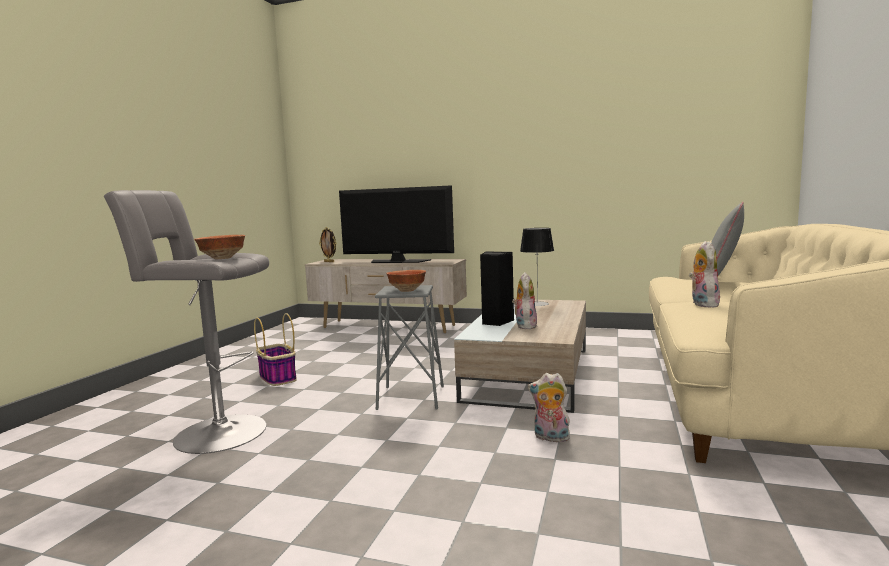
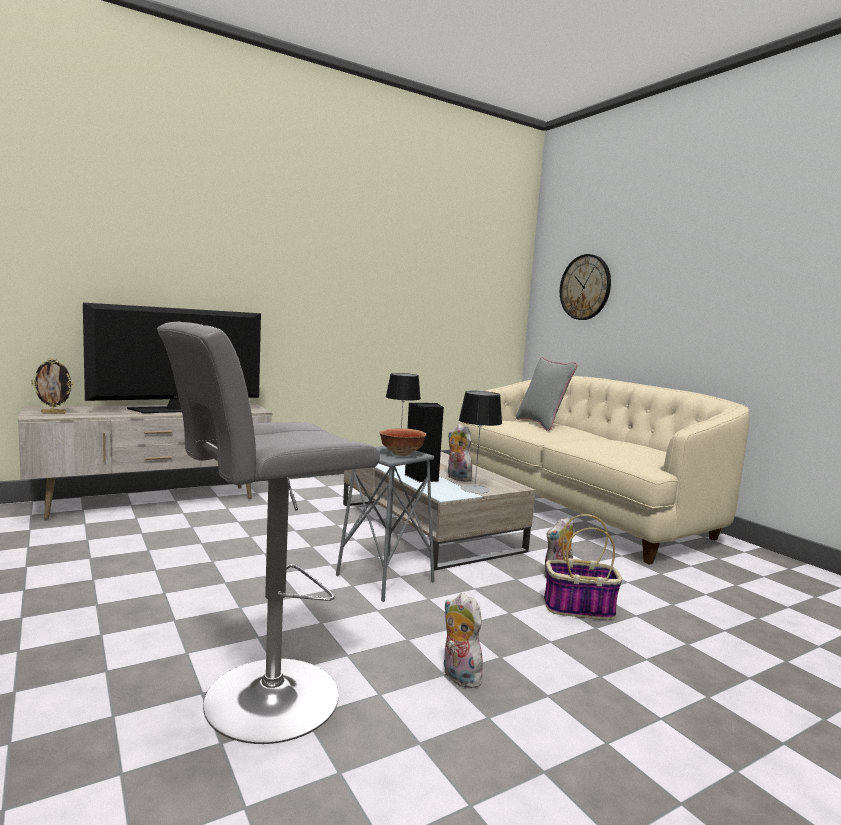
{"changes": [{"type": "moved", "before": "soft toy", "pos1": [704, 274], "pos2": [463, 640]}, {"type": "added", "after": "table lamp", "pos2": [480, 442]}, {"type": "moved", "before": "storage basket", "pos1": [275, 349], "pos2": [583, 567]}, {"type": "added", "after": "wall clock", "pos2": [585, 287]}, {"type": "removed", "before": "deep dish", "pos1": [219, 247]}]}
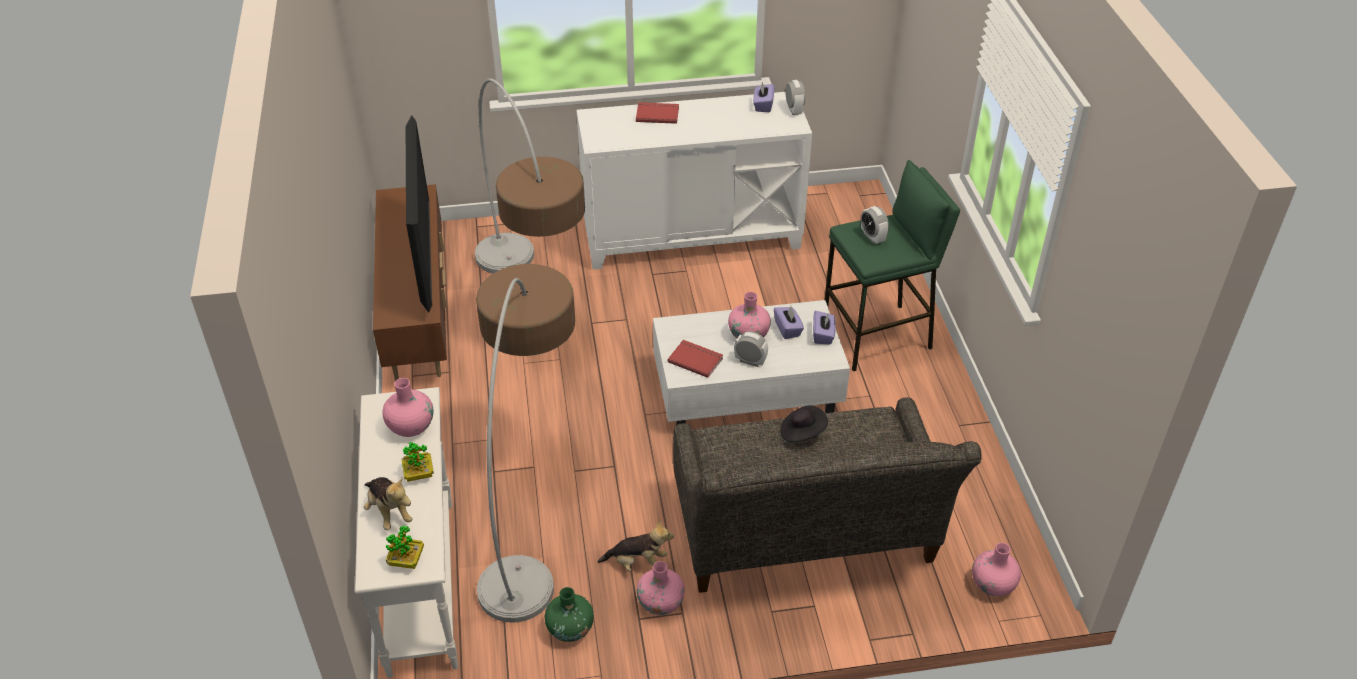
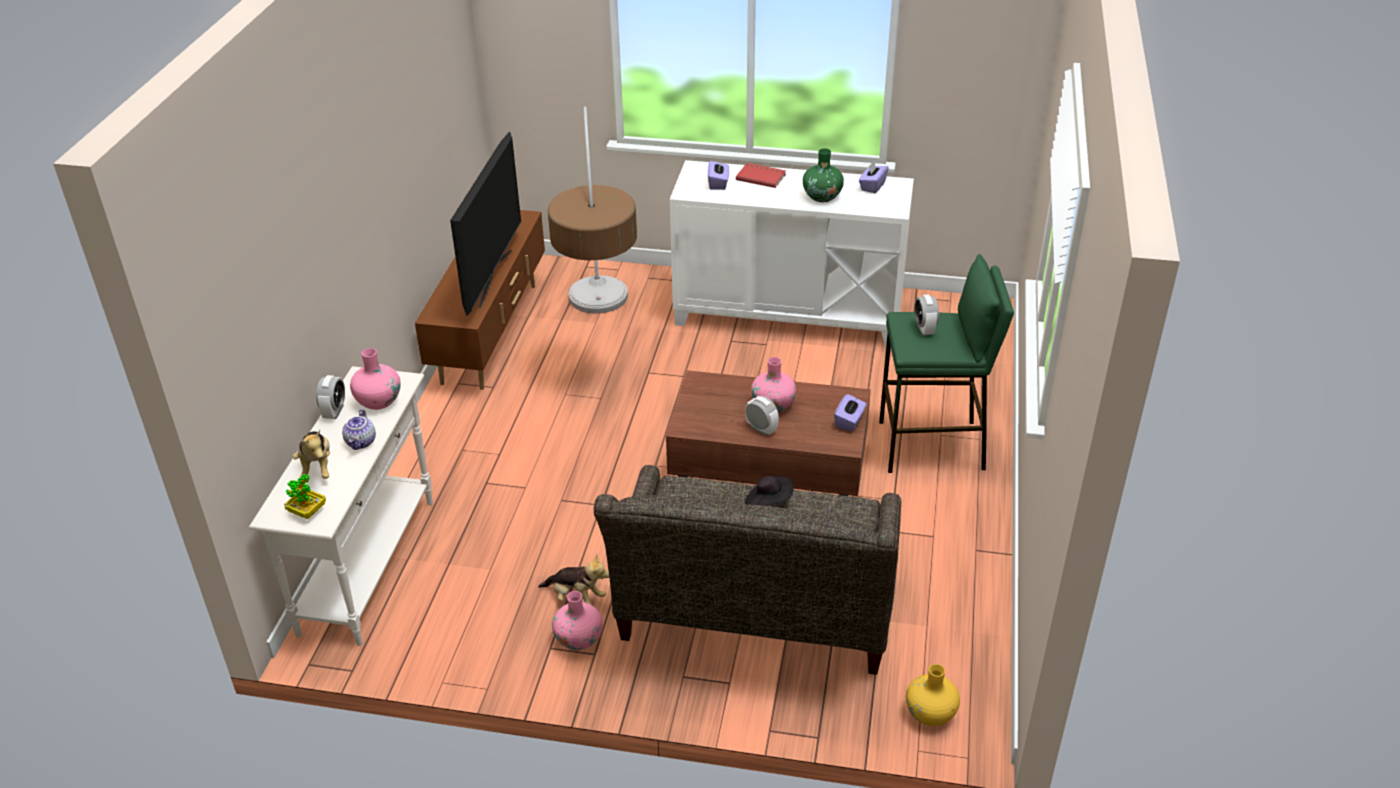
{"changes": [{"type": "moved", "before": "alarm clock", "pos1": [795, 97], "pos2": [330, 397]}, {"type": "replaced", "before": "houseplant", "after": "tea pot", "pos1": [417, 462], "pos2": [359, 429]}, {"type": "recoloured", "before": "white-coloured lounge table", "after": "brownish lounge table", "pos1": [751, 362], "pos2": [768, 433]}, {"type": "moved", "before": "purple tissue holder", "pos1": [789, 322], "pos2": [718, 175]}, {"type": "moved", "before": "green vase", "pos1": [569, 614], "pos2": [823, 175]}, {"type": "recoloured", "before": "pink-coloured vase", "after": "yellow-coloured vase", "pos1": [996, 569], "pos2": [933, 695]}, {"type": "removed", "before": "standard lamp", "pos1": [525, 443]}, {"type": "removed", "before": "red book", "pos1": [695, 359]}]}
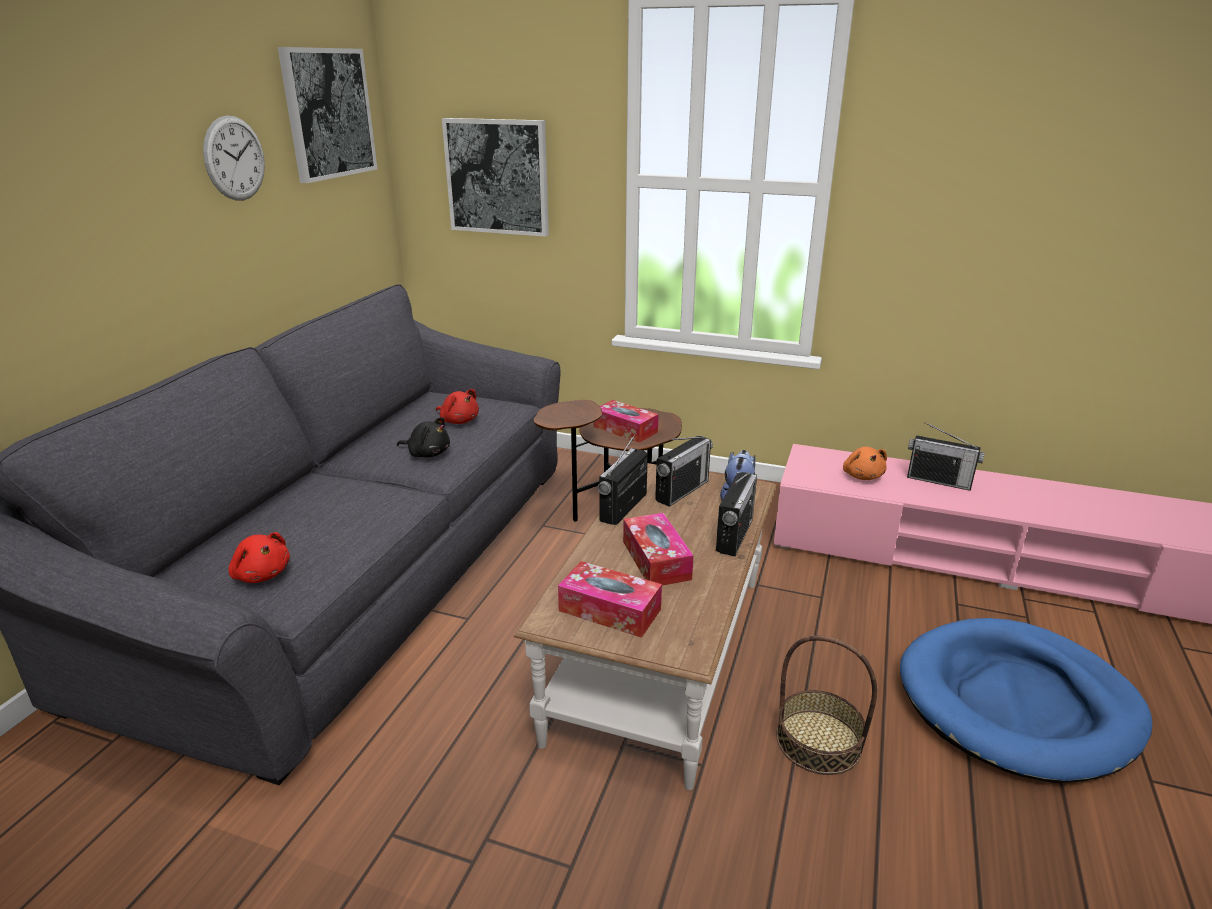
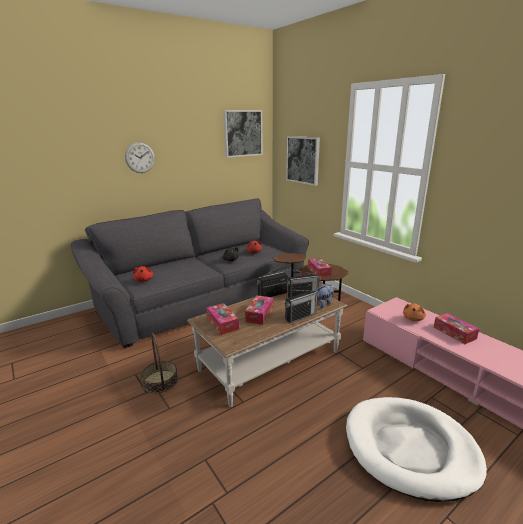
{"changes": [{"type": "moved", "before": "wall clock", "pos1": [234, 158], "pos2": [140, 157]}, {"type": "moved", "before": "storage basket", "pos1": [826, 705], "pos2": [159, 363]}, {"type": "recoloured", "before": "blue dog cushion", "after": "white-coloured dog cushion", "pos1": [1026, 700], "pos2": [416, 449]}, {"type": "replaced", "before": "radio", "after": "tissue holder", "pos1": [946, 456], "pos2": [456, 328]}]}
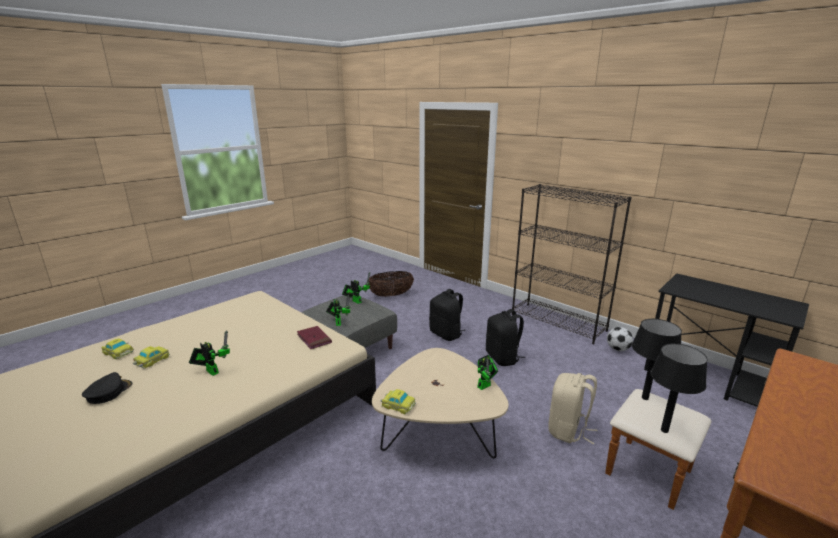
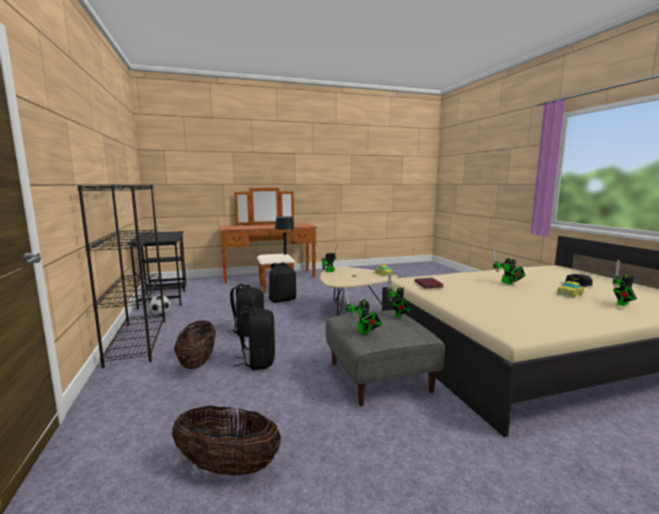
{"changes": [{"type": "added", "after": "storage basket", "pos2": [195, 345]}, {"type": "recoloured", "before": "sand-coloured rucksack", "after": "blackish rucksack", "pos1": [573, 409], "pos2": [282, 282]}, {"type": "replaced", "before": "model car", "after": "toy robot", "pos1": [118, 348], "pos2": [625, 283]}, {"type": "removed", "before": "blackish table lamp", "pos1": [657, 359]}]}
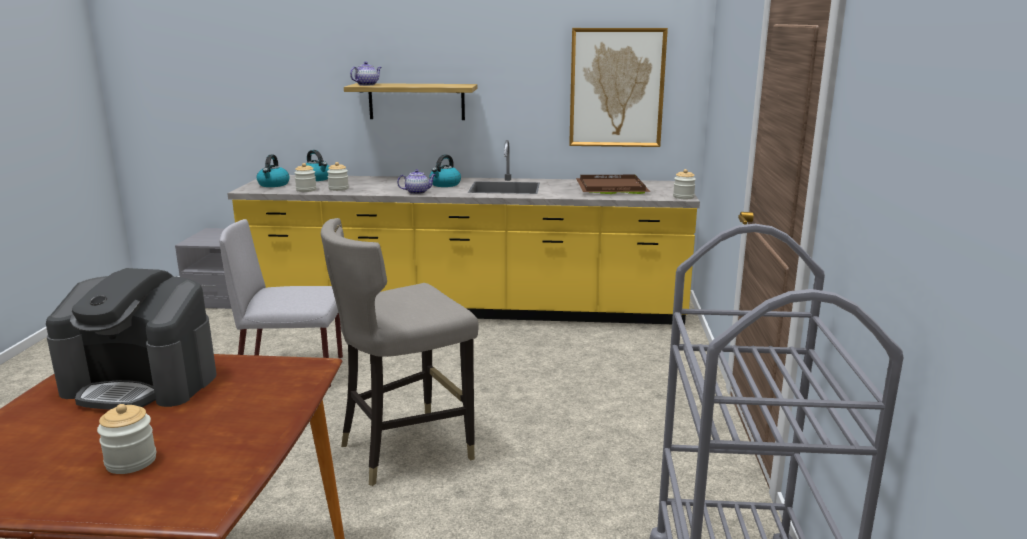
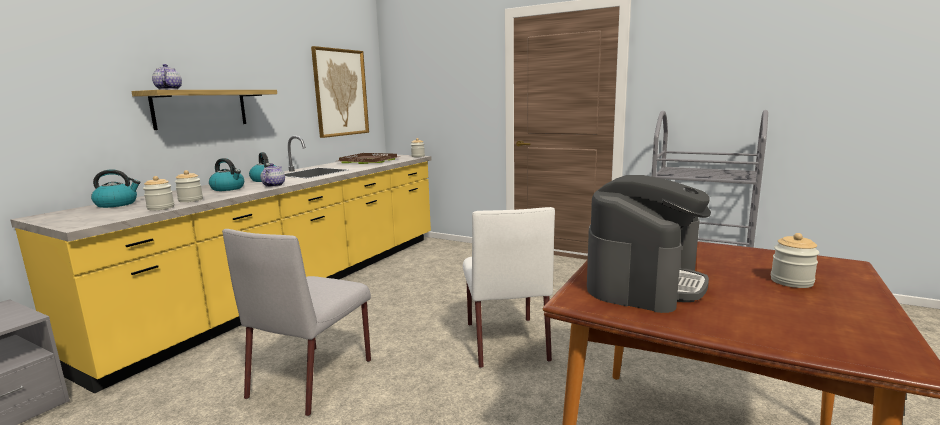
{"changes": [{"type": "moved", "before": "kettle", "pos1": [273, 171], "pos2": [226, 174]}, {"type": "replaced", "before": "greyish stool", "after": "white-coloured plain chair", "pos1": [400, 352], "pos2": [509, 287]}]}
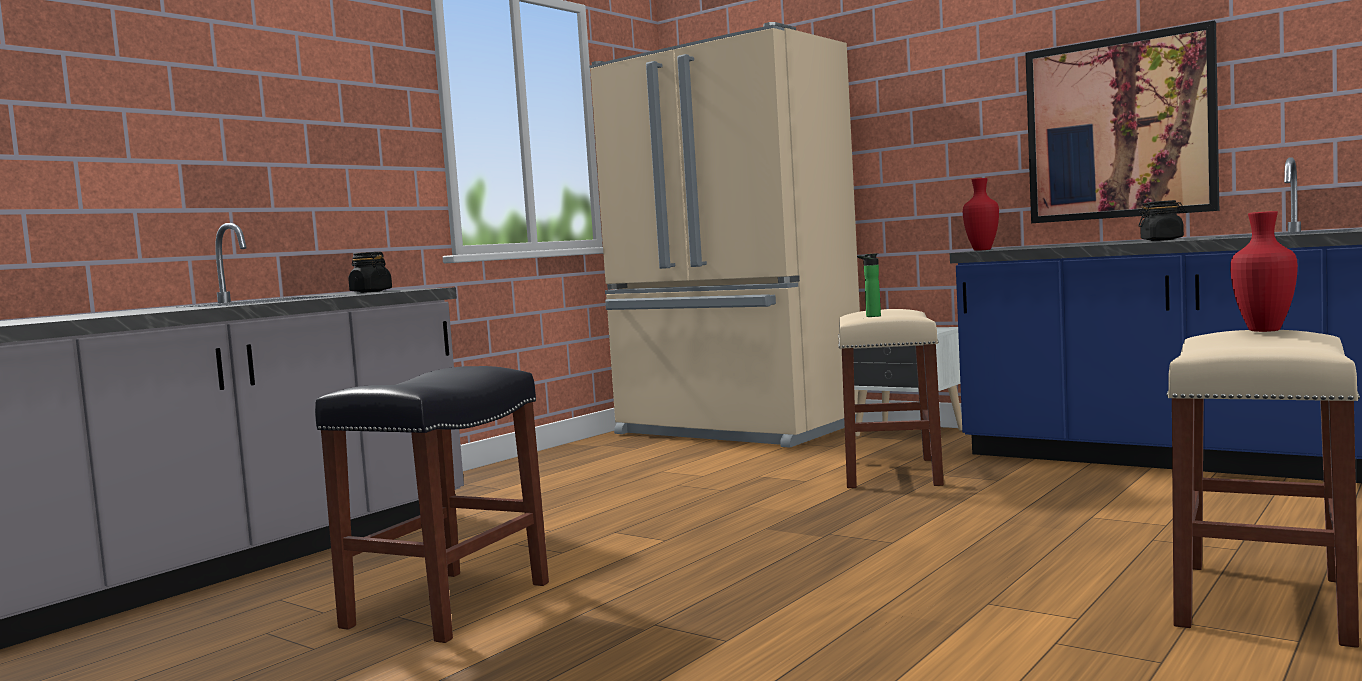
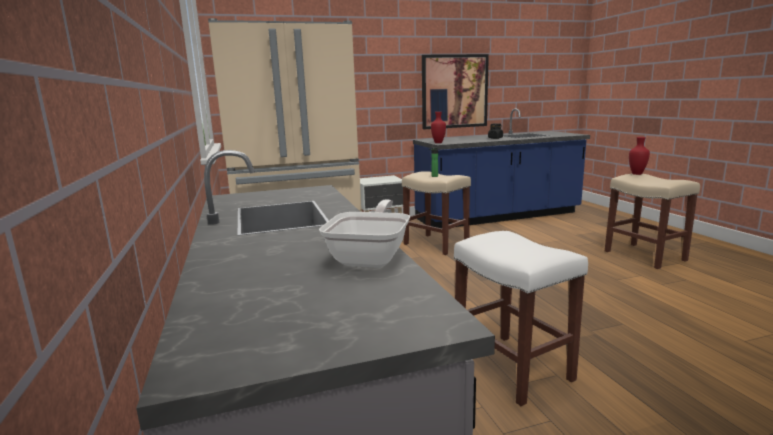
{"changes": [{"type": "added", "after": "frying pan", "pos2": [364, 233]}, {"type": "recoloured", "before": "blackish stool", "after": "white-coloured stool", "pos1": [432, 504], "pos2": [521, 318]}, {"type": "removed", "before": "blackish preserve jar", "pos1": [370, 272]}]}
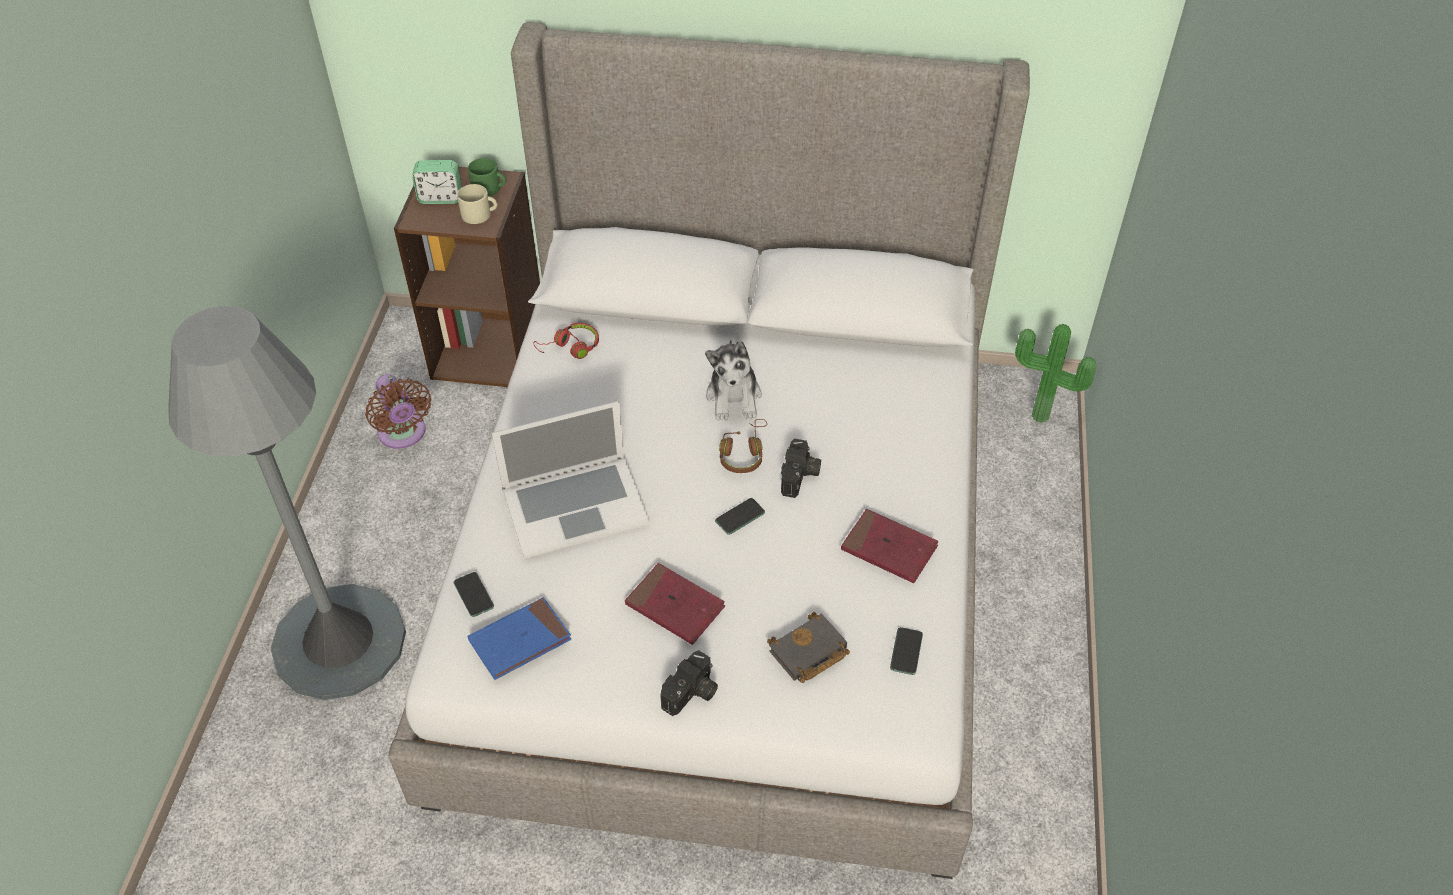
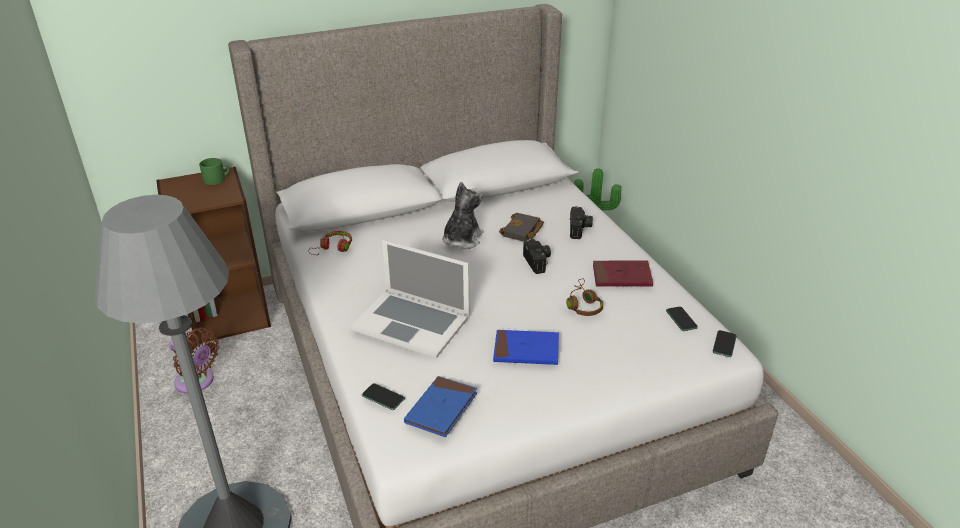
{"changes": [{"type": "turned", "before": "notebook computer", "pos1": [571, 480], "pos2": [409, 298], "turn": 75}, {"type": "turned", "before": "soft toy", "pos1": [733, 380], "pos2": [463, 215], "turn": -120}, {"type": "recoloured", "before": "red book", "after": "blue book", "pos1": [675, 604], "pos2": [526, 347]}, {"type": "moved", "before": "blackish book", "pos1": [808, 647], "pos2": [521, 227]}, {"type": "moved", "before": "brownish headphones", "pos1": [743, 446], "pos2": [584, 297]}, {"type": "moved", "before": "still camera", "pos1": [689, 683], "pos2": [581, 222]}, {"type": "moved", "before": "telephone", "pos1": [740, 516], "pos2": [724, 343]}, {"type": "removed", "before": "alarm clock", "pos1": [437, 182]}, {"type": "removed", "before": "sand-coloured coffee mug", "pos1": [477, 204]}]}
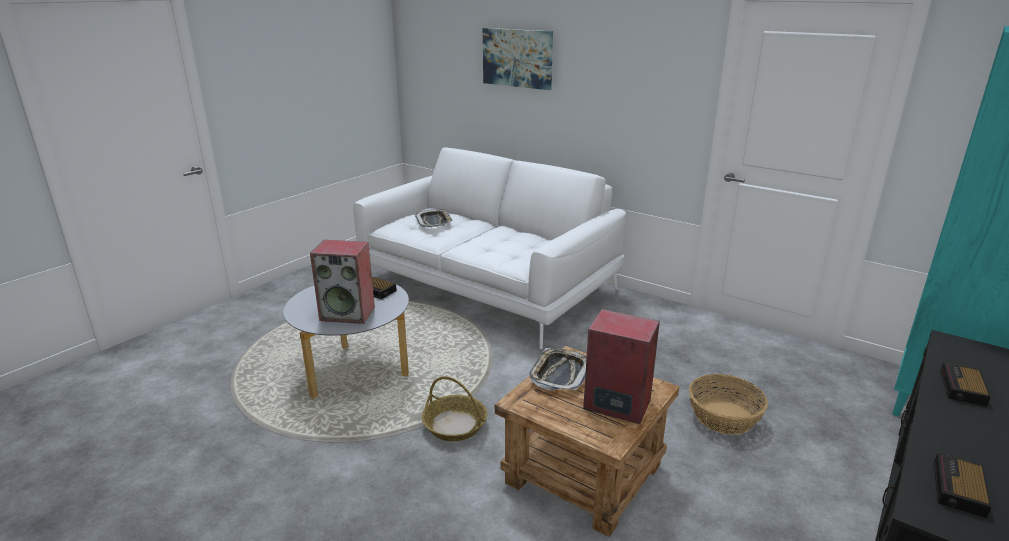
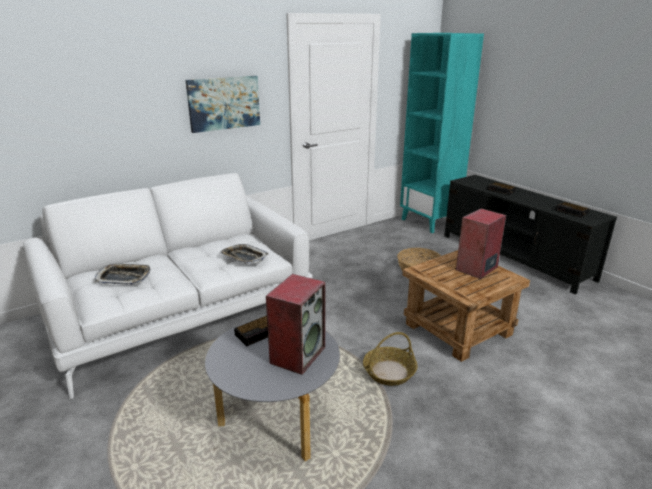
{"changes": [{"type": "moved", "before": "wall art", "pos1": [518, 59], "pos2": [222, 104]}, {"type": "moved", "before": "serving tray", "pos1": [558, 369], "pos2": [244, 254]}]}
